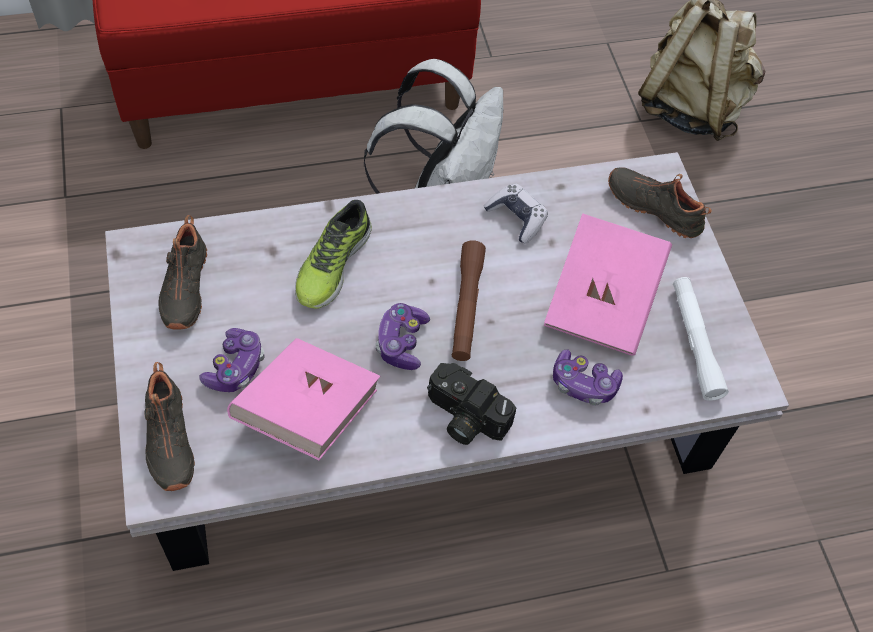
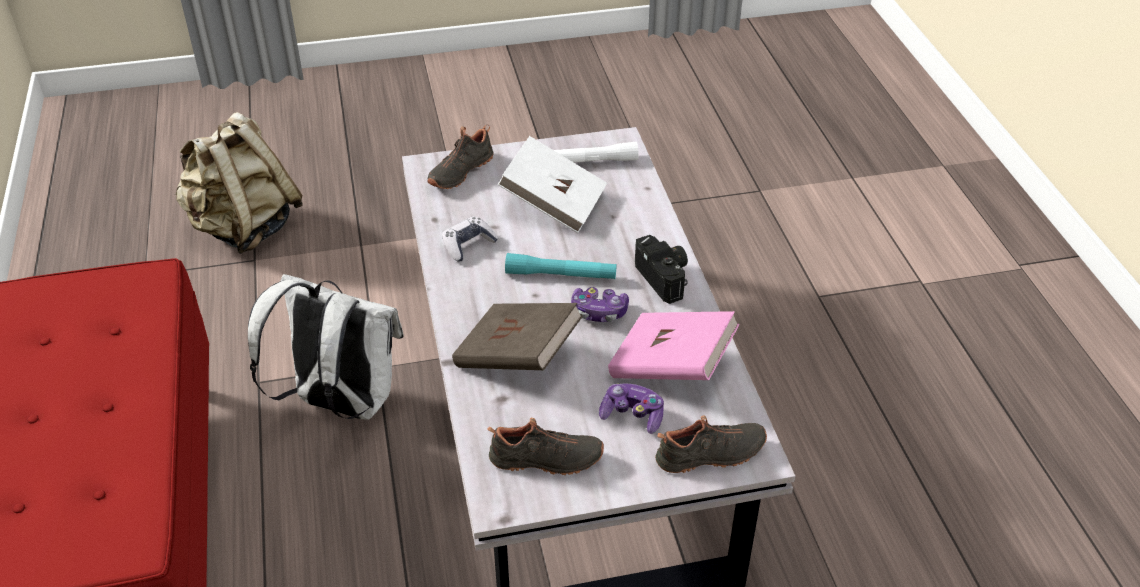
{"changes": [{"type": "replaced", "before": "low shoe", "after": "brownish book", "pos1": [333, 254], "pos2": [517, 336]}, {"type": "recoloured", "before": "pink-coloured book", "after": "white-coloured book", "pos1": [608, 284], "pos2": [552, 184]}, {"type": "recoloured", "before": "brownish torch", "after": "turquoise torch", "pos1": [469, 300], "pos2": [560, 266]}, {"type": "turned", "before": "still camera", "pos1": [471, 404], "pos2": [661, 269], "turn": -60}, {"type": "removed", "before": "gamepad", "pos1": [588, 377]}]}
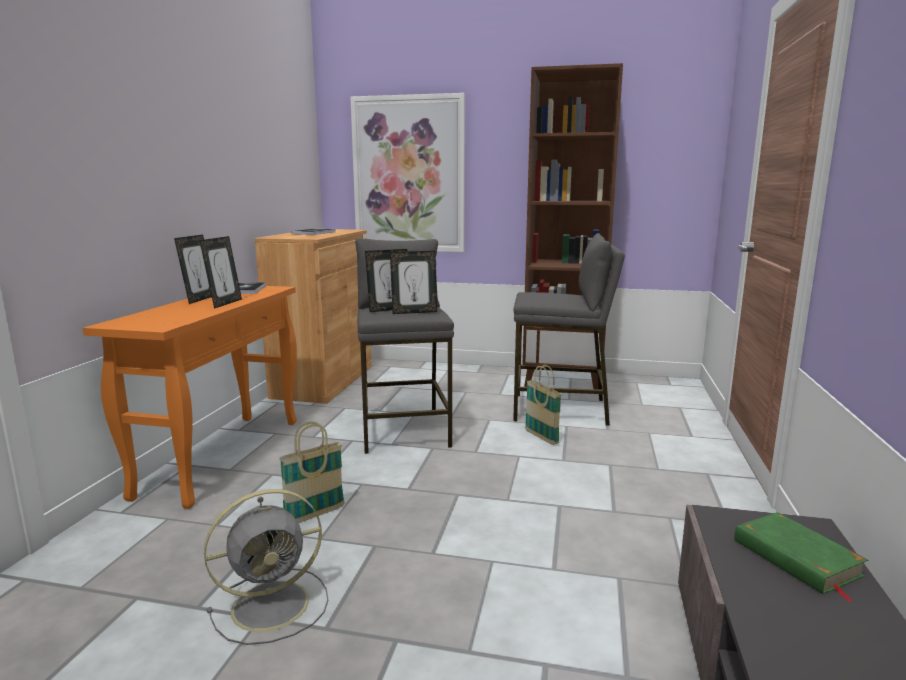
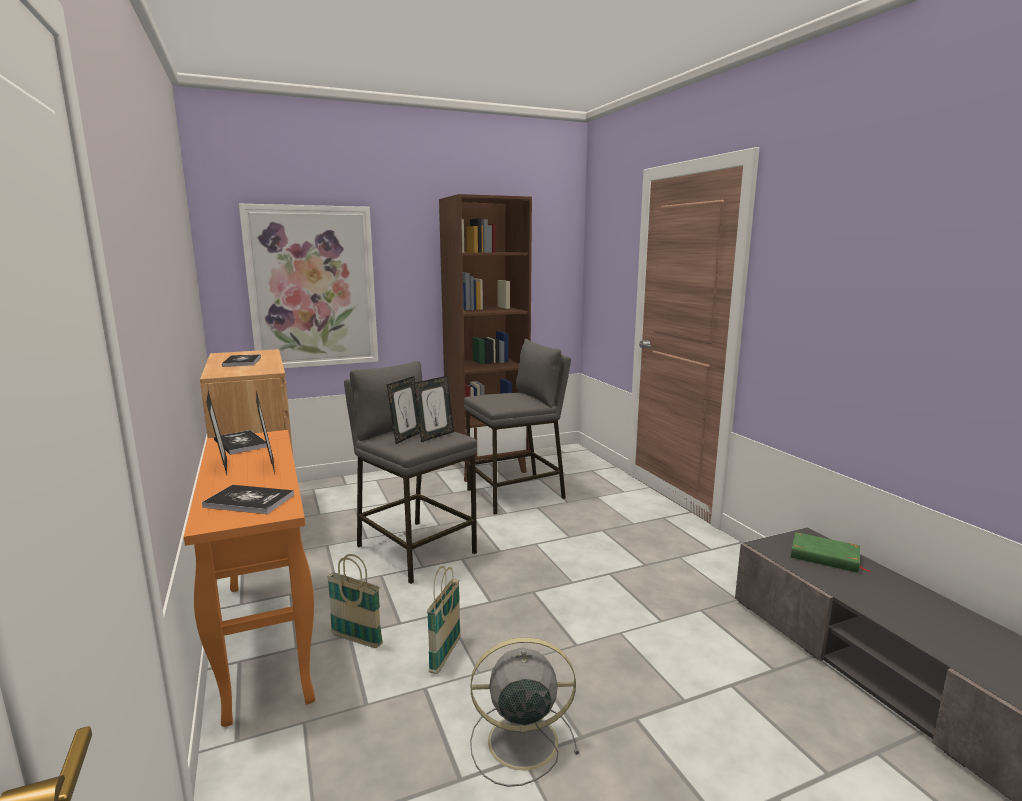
{"changes": [{"type": "added", "after": "book", "pos2": [248, 499]}, {"type": "moved", "before": "storage basket", "pos1": [543, 405], "pos2": [355, 601]}, {"type": "turned", "before": "greyish electric fan", "pos1": [266, 567], "pos2": [524, 712], "turn": -120}]}
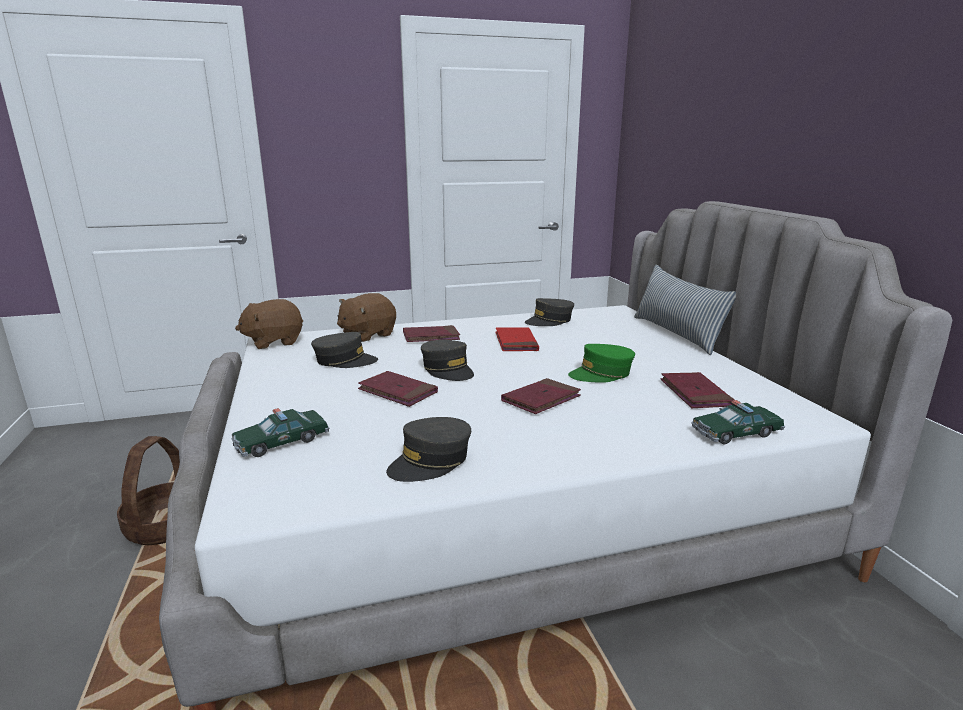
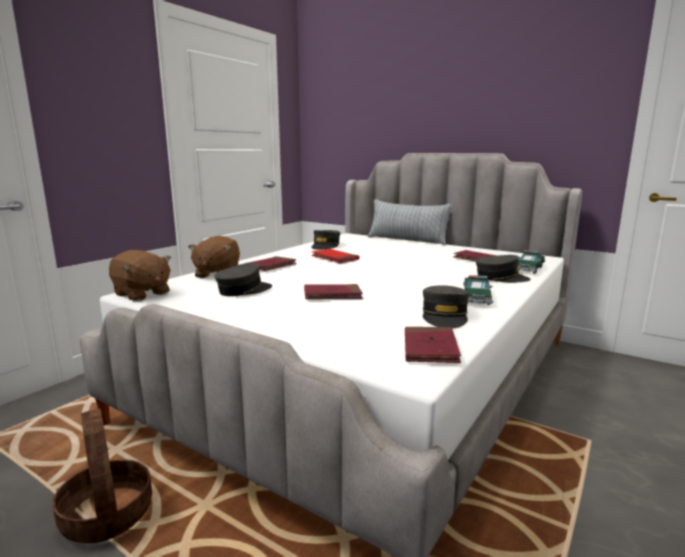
{"changes": [{"type": "turned", "before": "brownish soft toy", "pos1": [269, 324], "pos2": [140, 275], "turn": -75}, {"type": "moved", "before": "red book", "pos1": [541, 396], "pos2": [433, 345]}, {"type": "moved", "before": "model car", "pos1": [280, 432], "pos2": [478, 290]}, {"type": "moved", "before": "greyish cap", "pos1": [447, 360], "pos2": [503, 269]}, {"type": "removed", "before": "green cap", "pos1": [601, 363]}]}
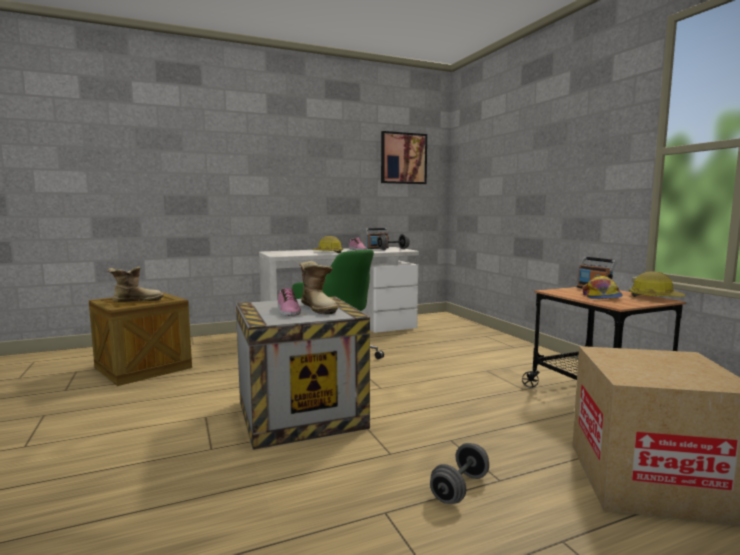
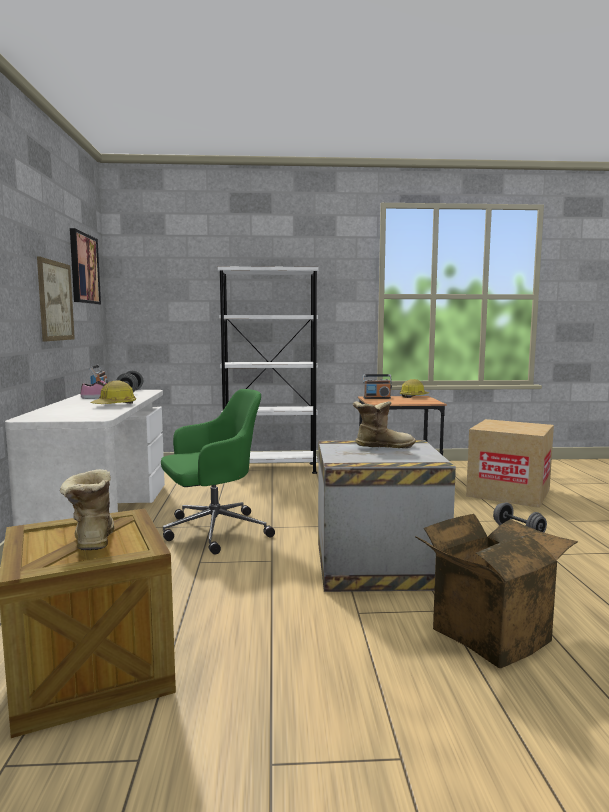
{"changes": [{"type": "added", "after": "wall art", "pos2": [56, 299]}, {"type": "added", "after": "white-coloured bookcase", "pos2": [268, 370]}, {"type": "added", "after": "packing box", "pos2": [496, 591]}, {"type": "removed", "before": "low shoe", "pos1": [289, 302]}, {"type": "removed", "before": "cap", "pos1": [602, 287]}]}
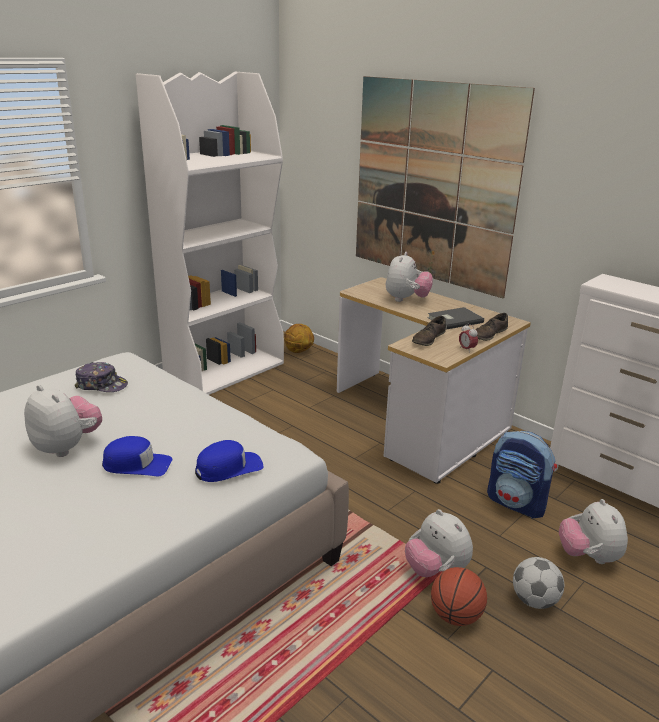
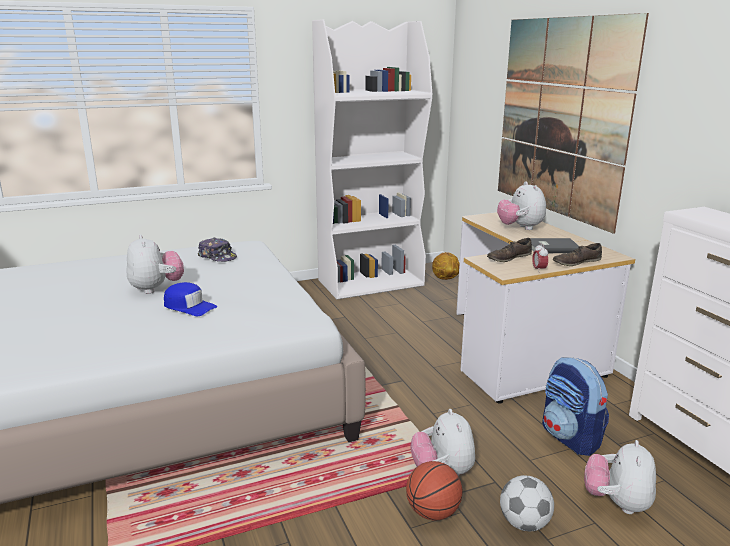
{"changes": [{"type": "turned", "before": "soft toy", "pos1": [409, 277], "pos2": [521, 205], "turn": 120}, {"type": "removed", "before": "blue cap", "pos1": [229, 461]}]}
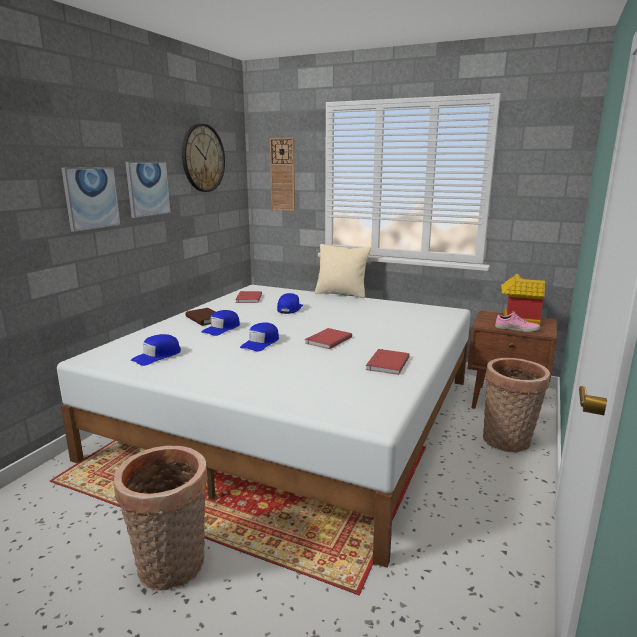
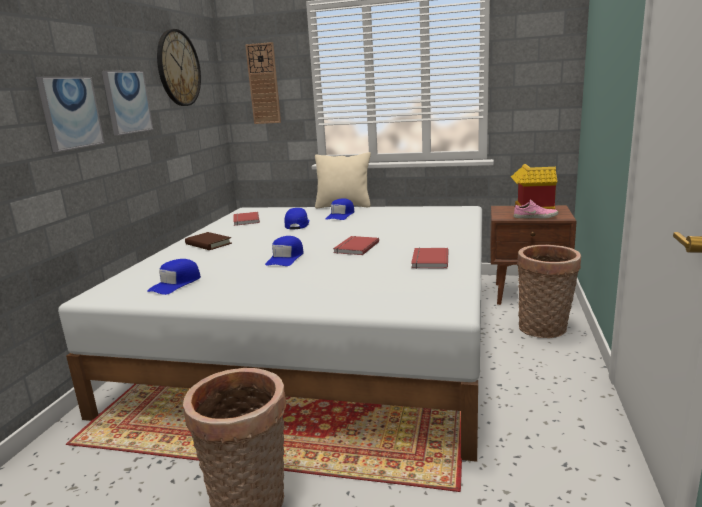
{"changes": [{"type": "moved", "before": "blue cap", "pos1": [220, 323], "pos2": [340, 209]}]}
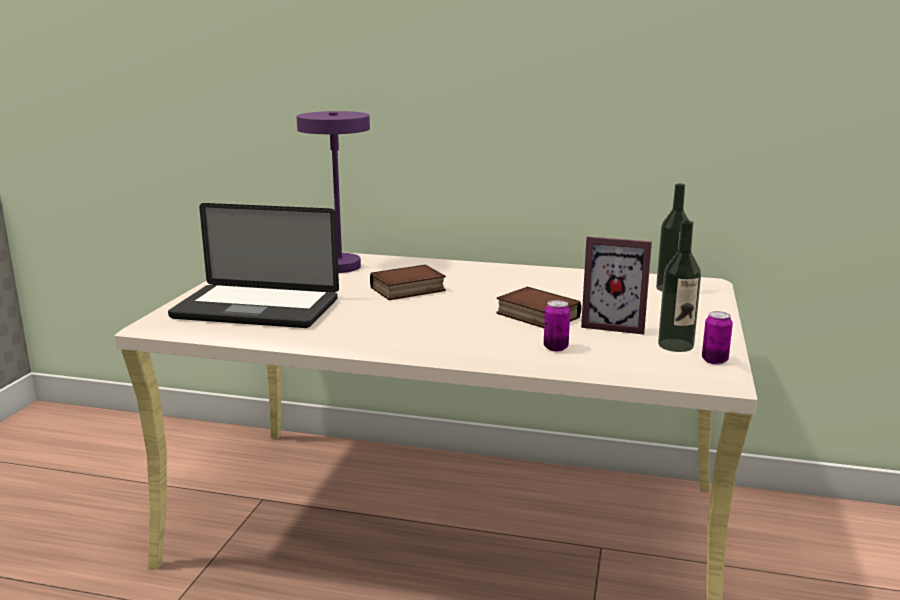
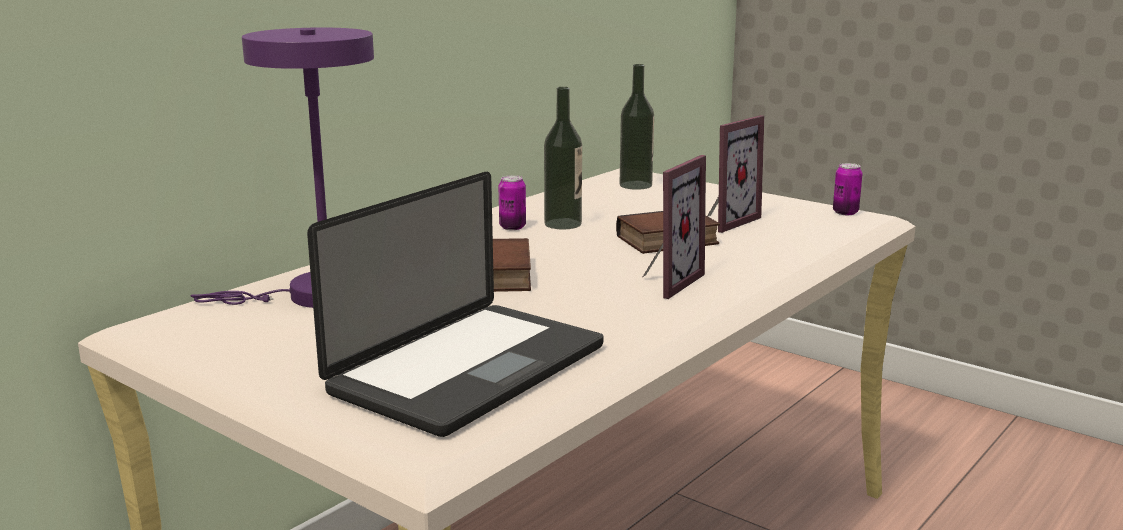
{"changes": [{"type": "moved", "before": "sealed can", "pos1": [557, 325], "pos2": [512, 202]}, {"type": "moved", "before": "beverage bottle", "pos1": [679, 286], "pos2": [563, 158]}, {"type": "added", "after": "photo frame", "pos2": [674, 227]}]}
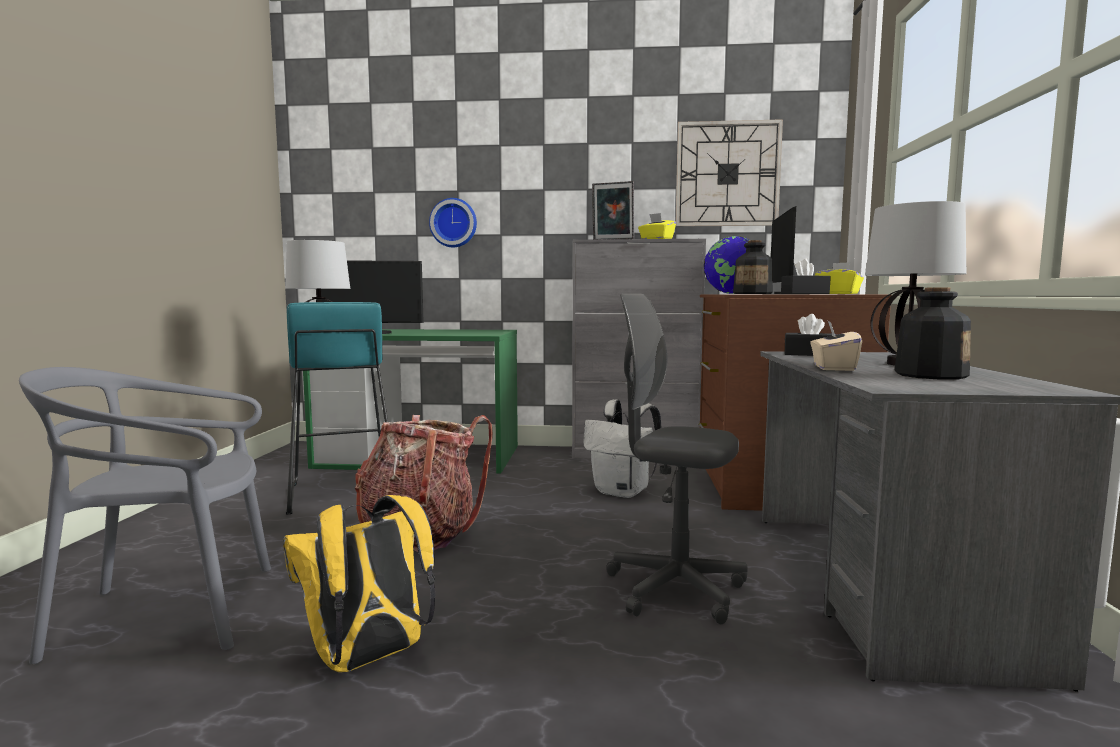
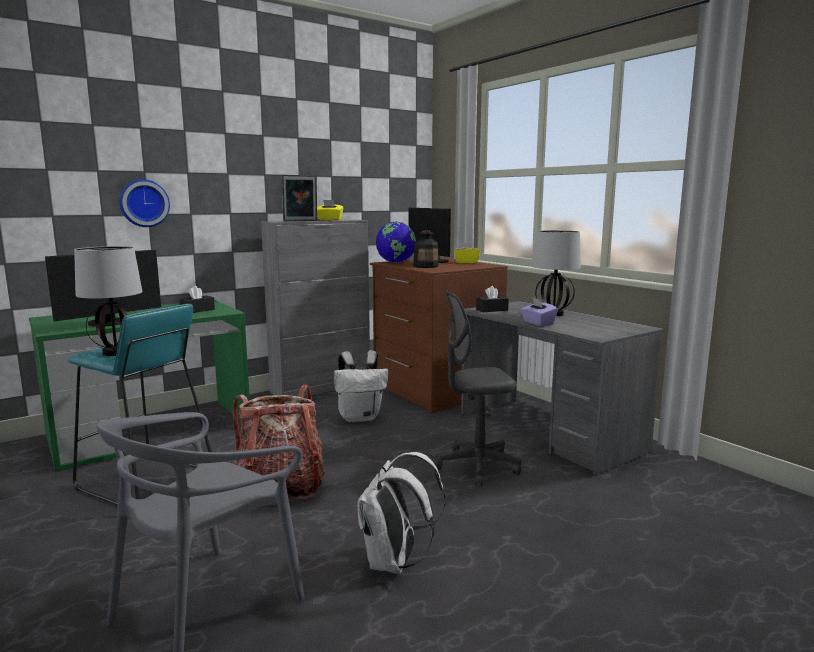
{"changes": [{"type": "moved", "before": "blackish tissue holder", "pos1": [806, 276], "pos2": [197, 299]}, {"type": "recoloured", "before": "yellow-coloured rucksack", "after": "white-coloured rucksack", "pos1": [359, 583], "pos2": [401, 513]}, {"type": "recoloured", "before": "sand-coloured tissue holder", "after": "purple tissue holder", "pos1": [836, 346], "pos2": [539, 311]}, {"type": "removed", "before": "wall clock", "pos1": [729, 173]}, {"type": "removed", "before": "beverage bottle", "pos1": [932, 333]}]}
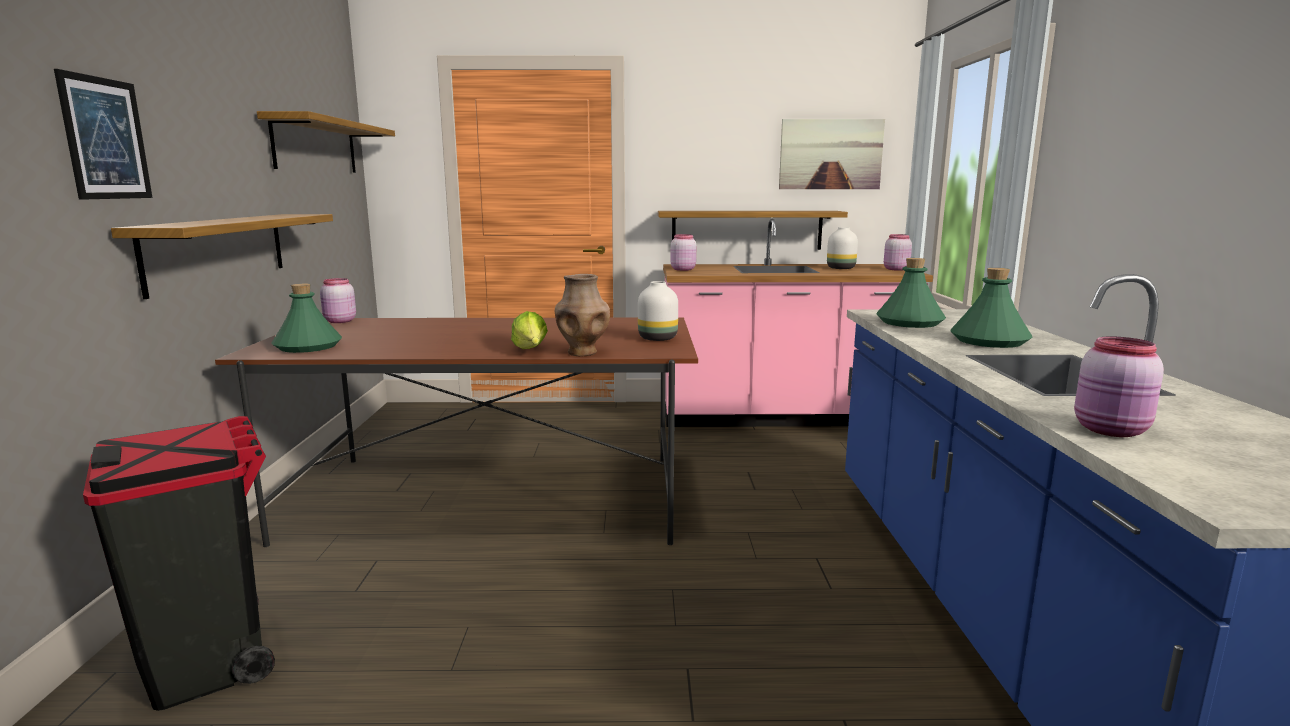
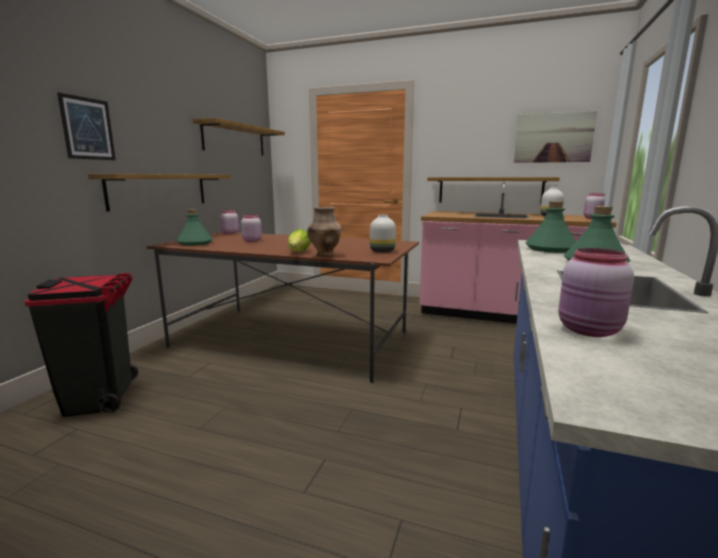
{"changes": [{"type": "moved", "before": "pink-coloured preserve jar", "pos1": [683, 252], "pos2": [251, 228]}]}
